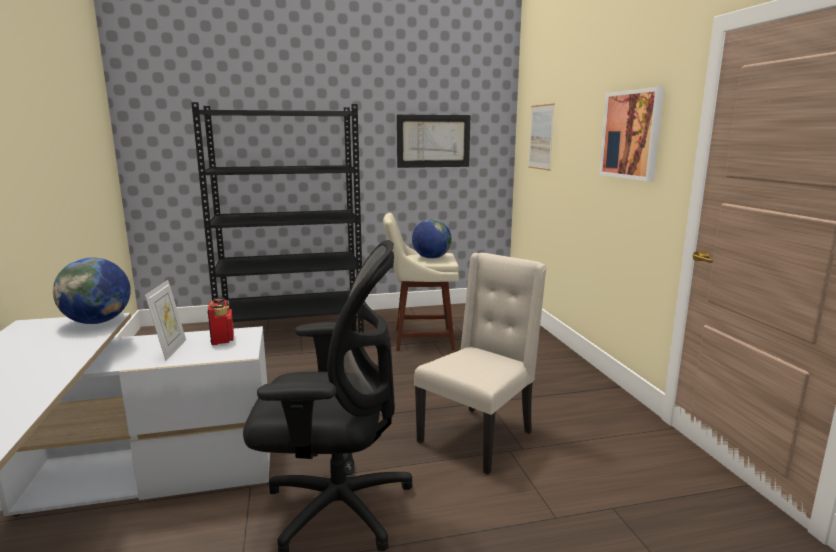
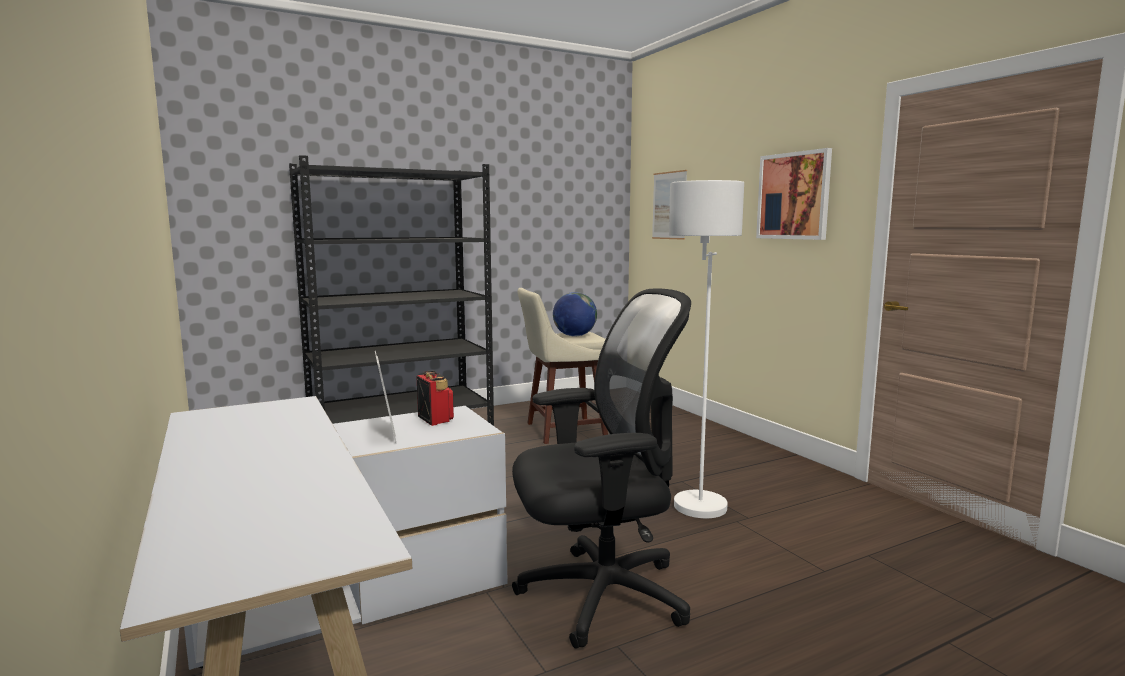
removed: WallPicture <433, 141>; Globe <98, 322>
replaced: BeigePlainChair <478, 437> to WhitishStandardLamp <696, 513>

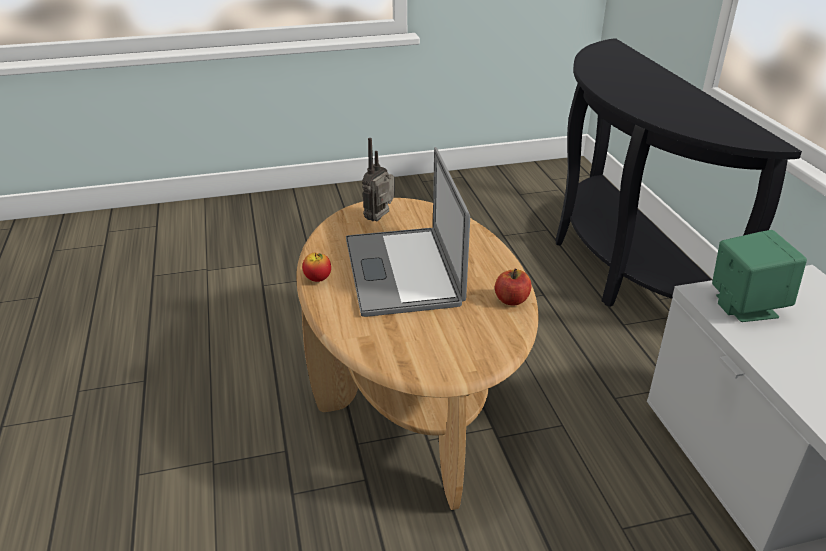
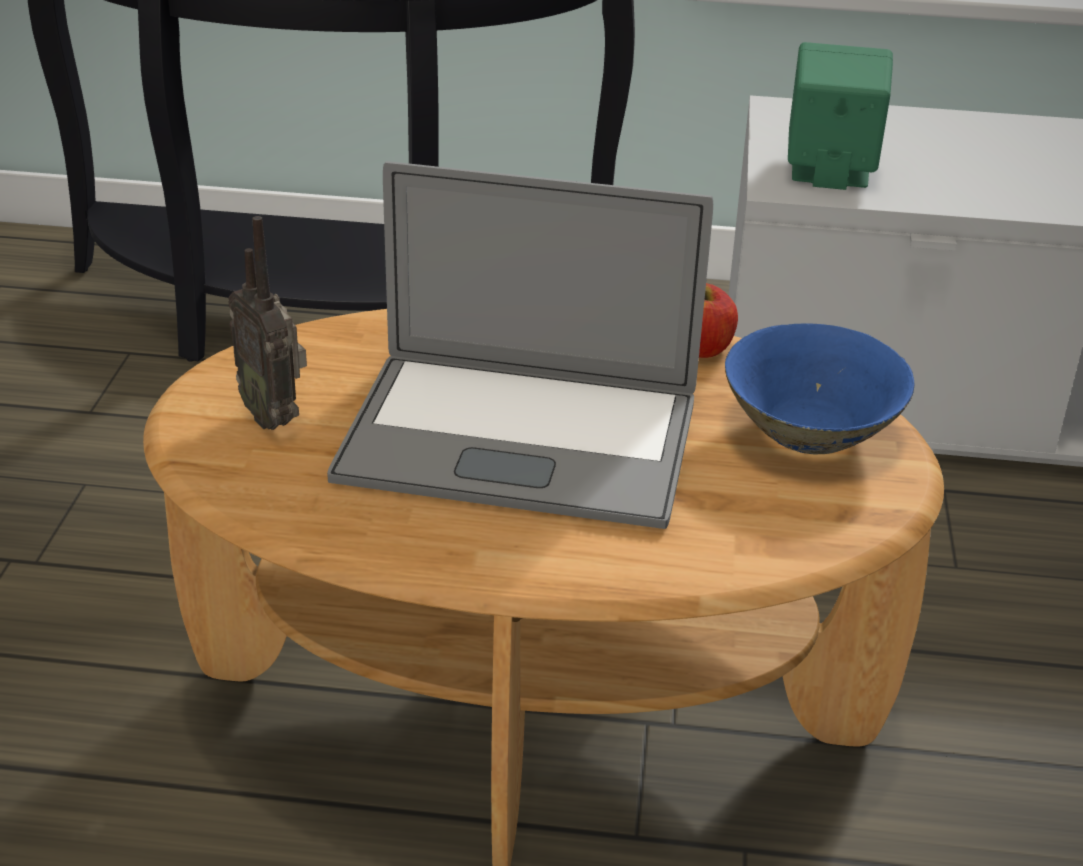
removed: Apple <318, 279>
added: BlueColouredDeepDish <809, 433>

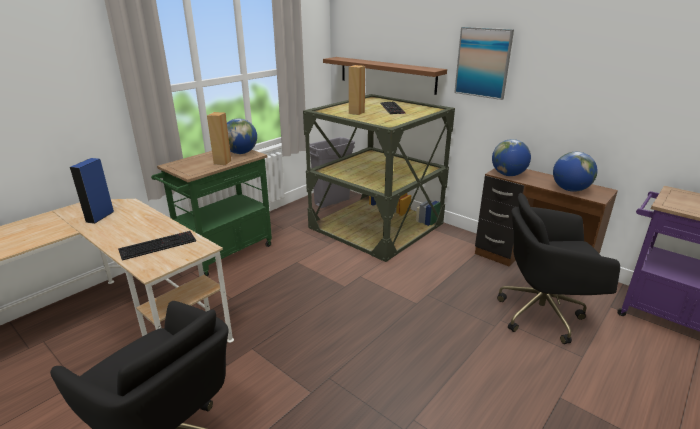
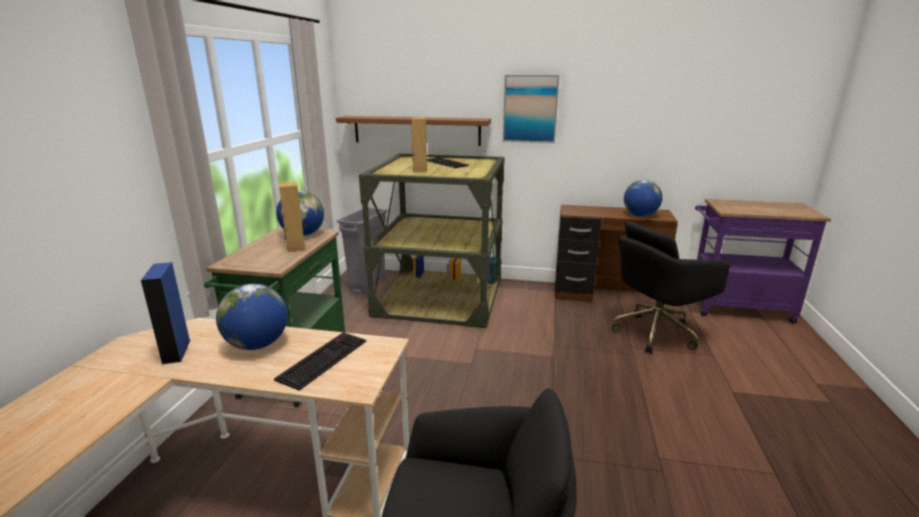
moved: Globe <508, 175> to <257, 345>

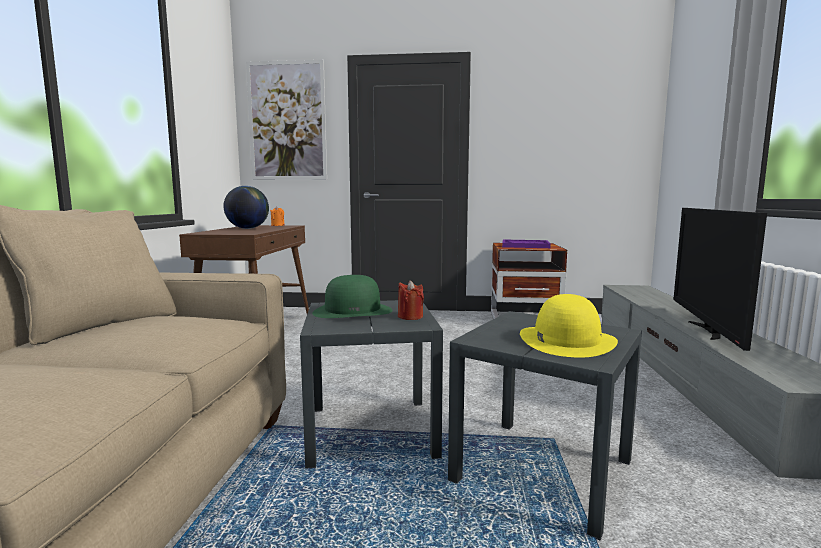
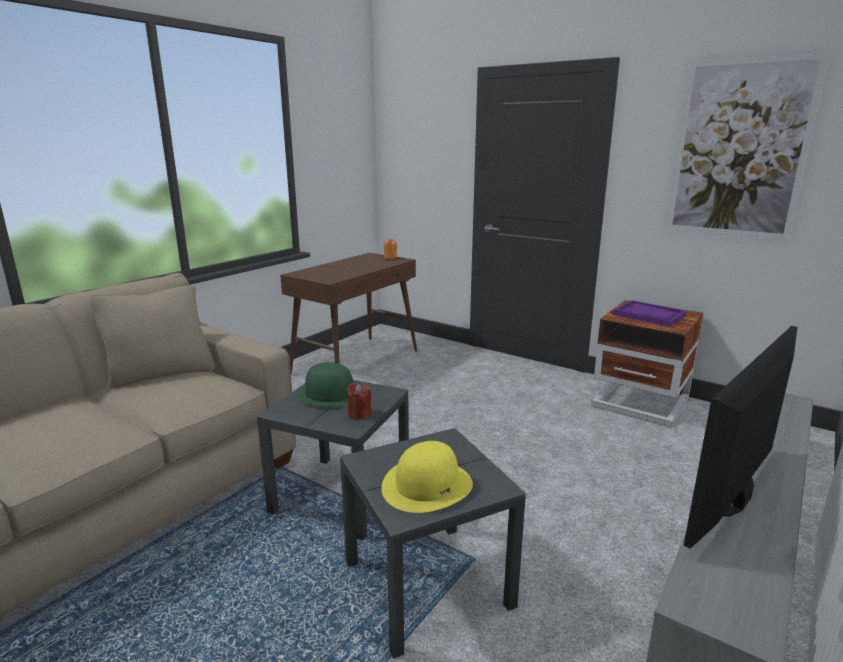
removed: Globe <247, 228>
moved: WallPicture <287, 121> to <739, 150>

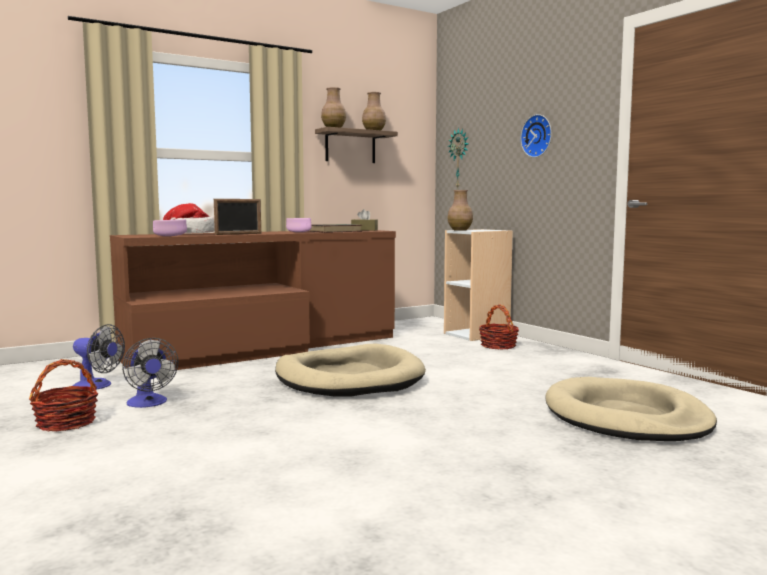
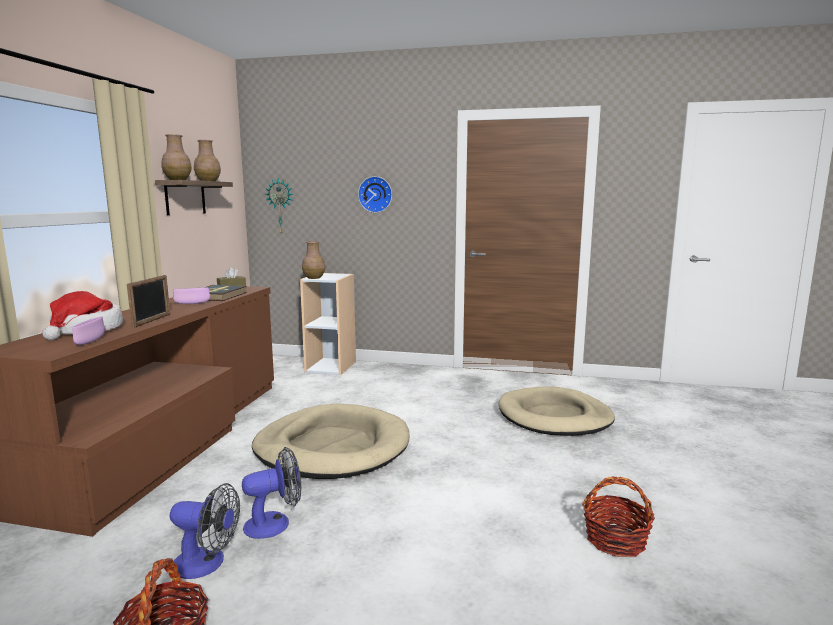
moved: StorageBasket <498, 346> to <615, 540>; CoolingFan <97, 386> to <275, 523>

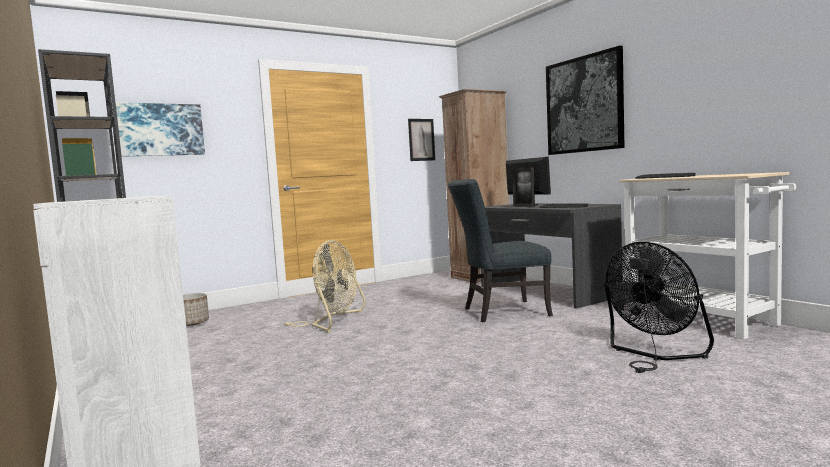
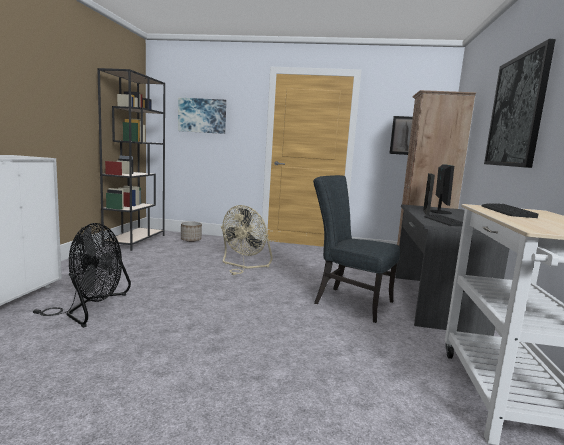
moved: BlackCoolingFan <648, 352> to <89, 309>
turned: BeigeCoolingFan <330, 322> = <241, 264> 120 degrees counterclockwise

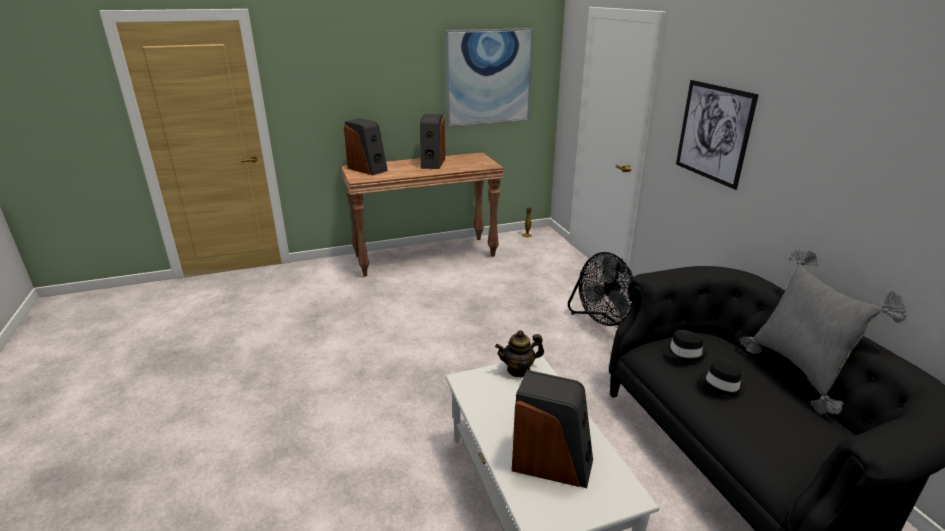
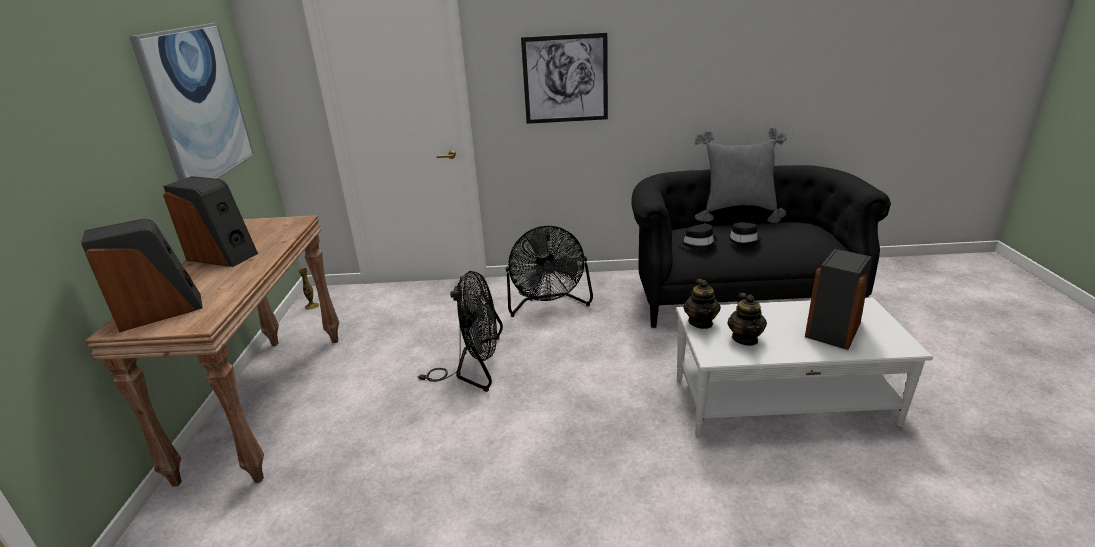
added: BlackCoolingFan <473, 365>; TeaPot <745, 339>

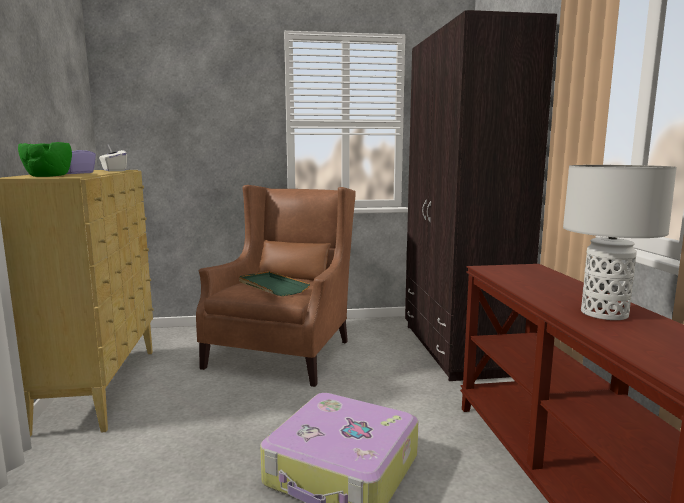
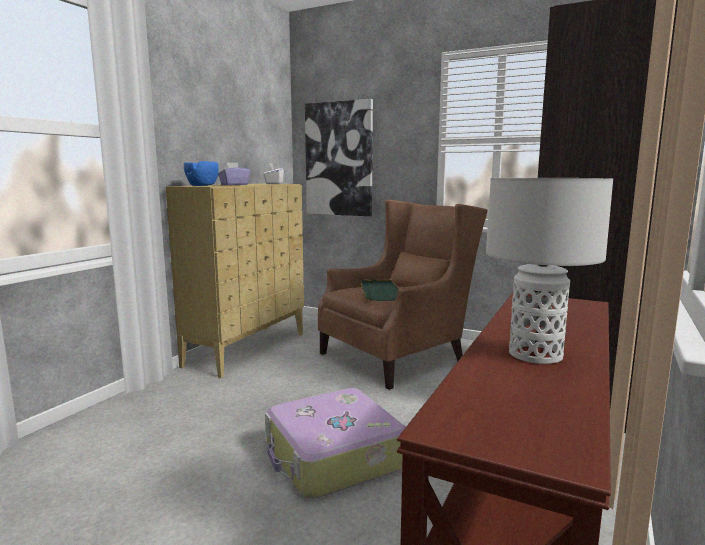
added: WallPicture <339, 159>
recoloured: GreenDeepDish <49, 176> to BlueColouredDeepDish <202, 185>

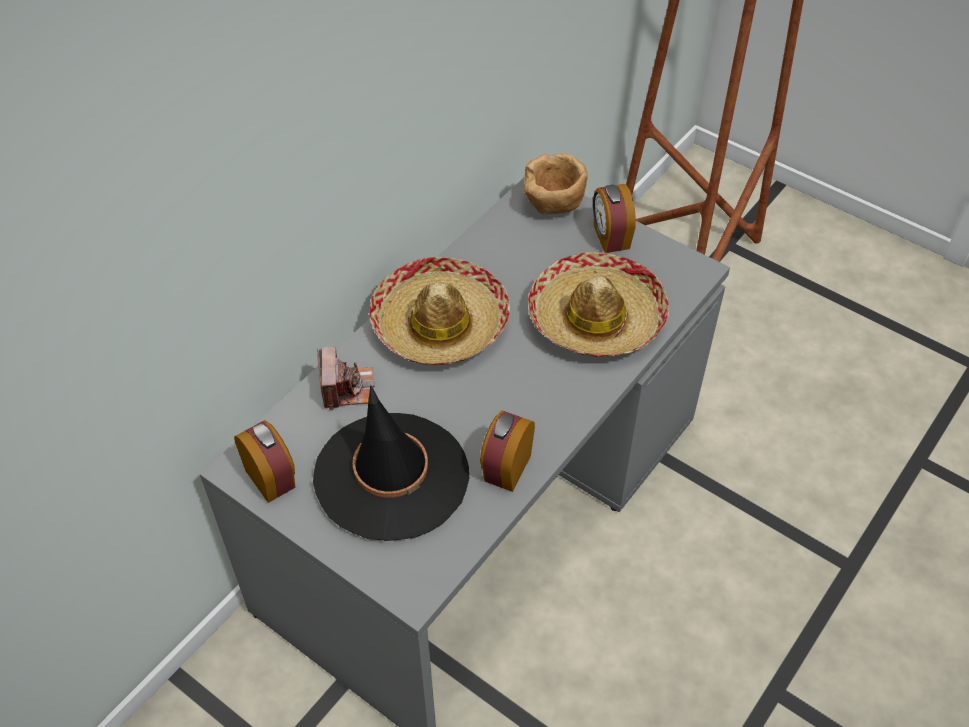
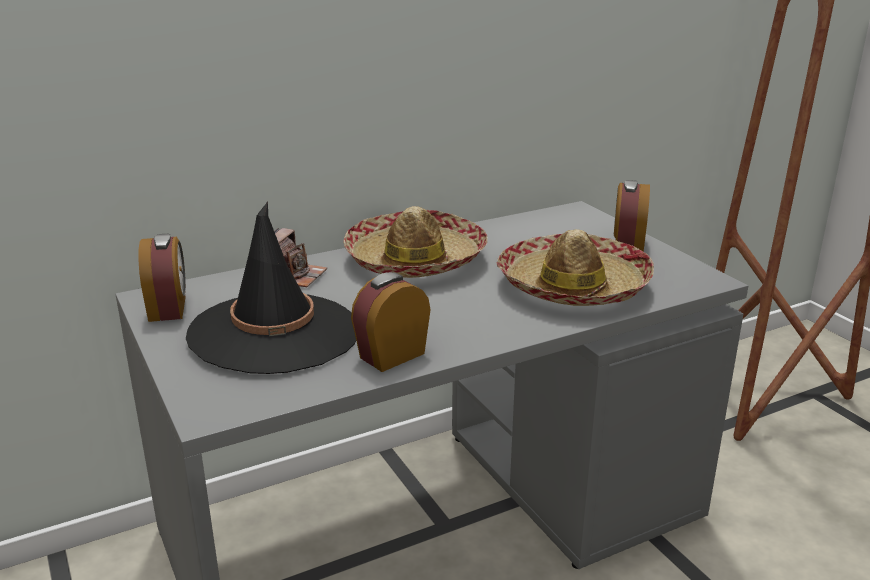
removed: BrownDeepDish <553, 207>

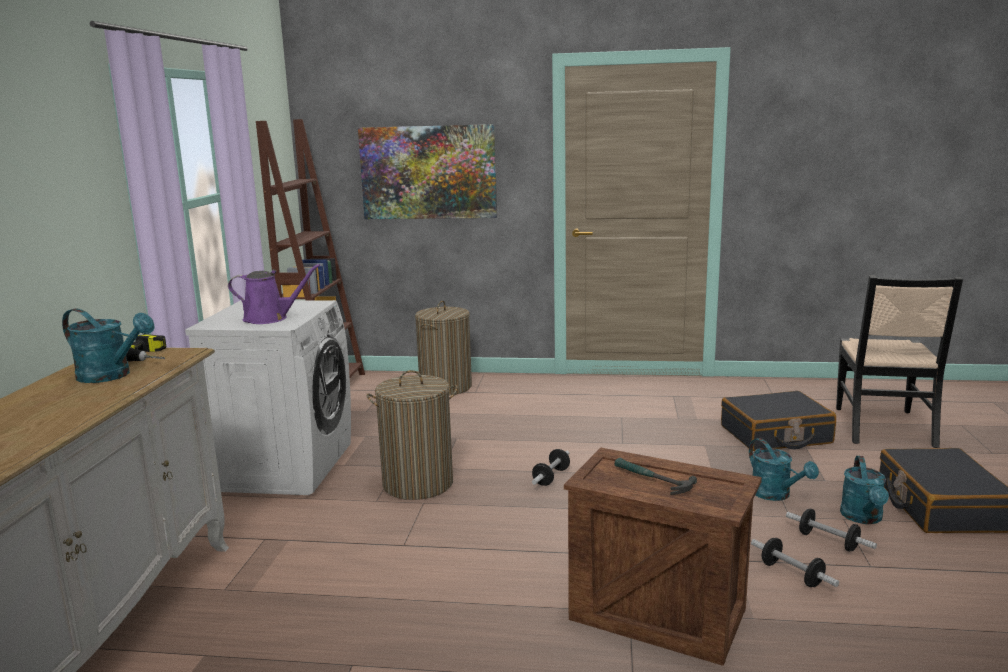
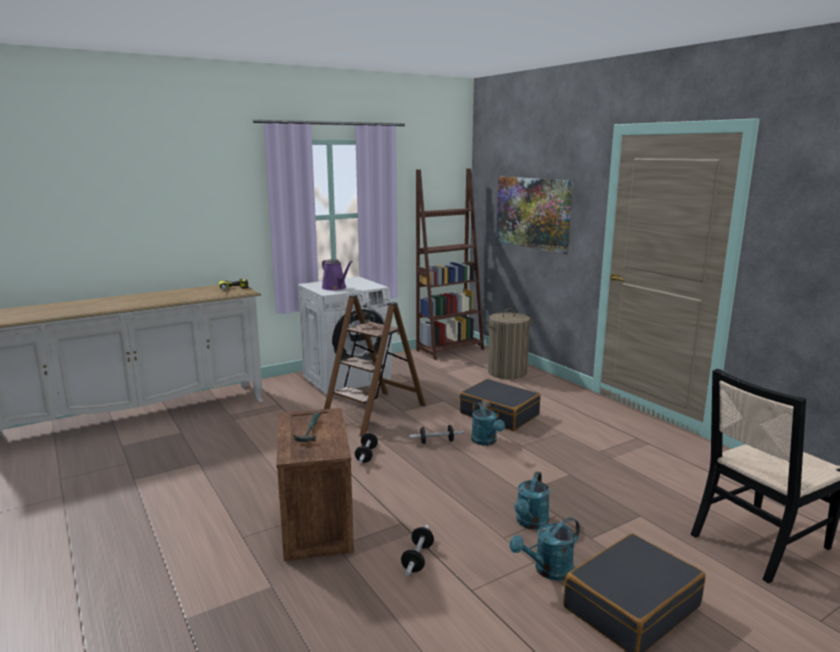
moved: TurquoiseColouredWateringPot <111, 376> to <486, 442>; BlackTravelCase <775, 435> to <499, 414>; HandWeight <828, 541> to <366, 455>
replaced: WashingBasket <418, 483> to BrownStepladder <376, 412>

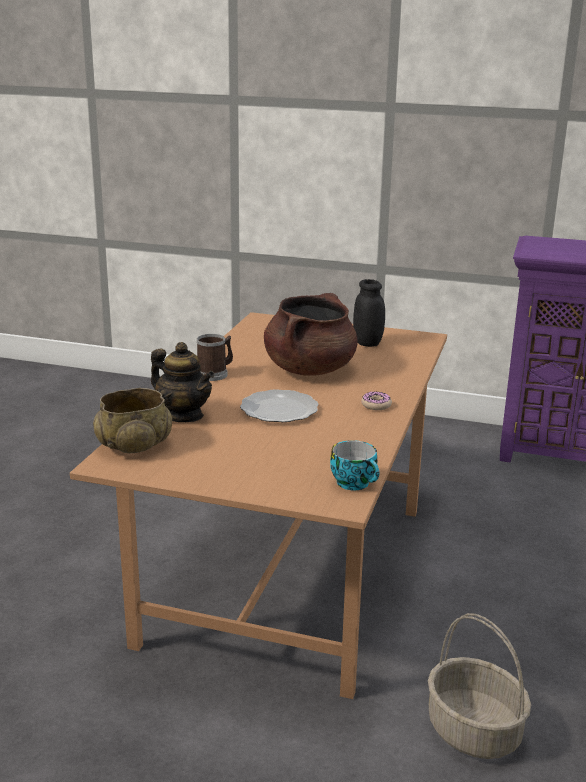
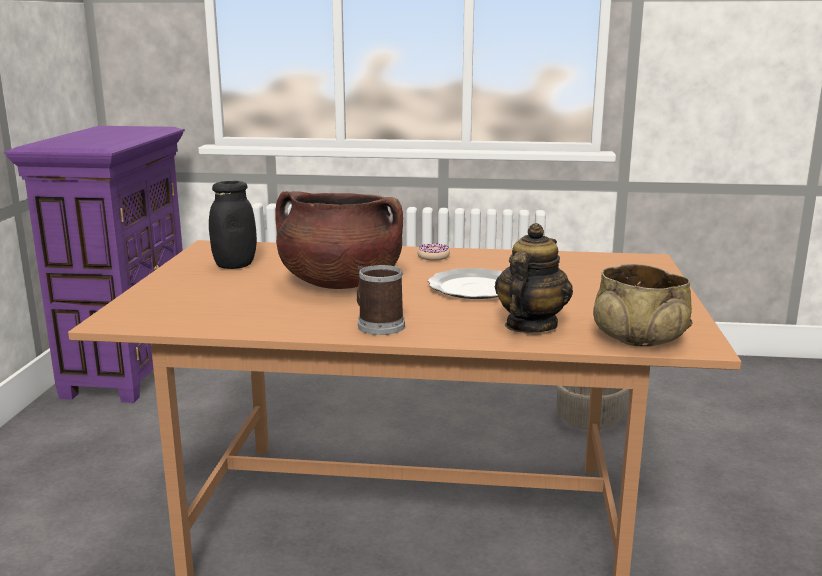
removed: DrinkingCup <355, 483>

